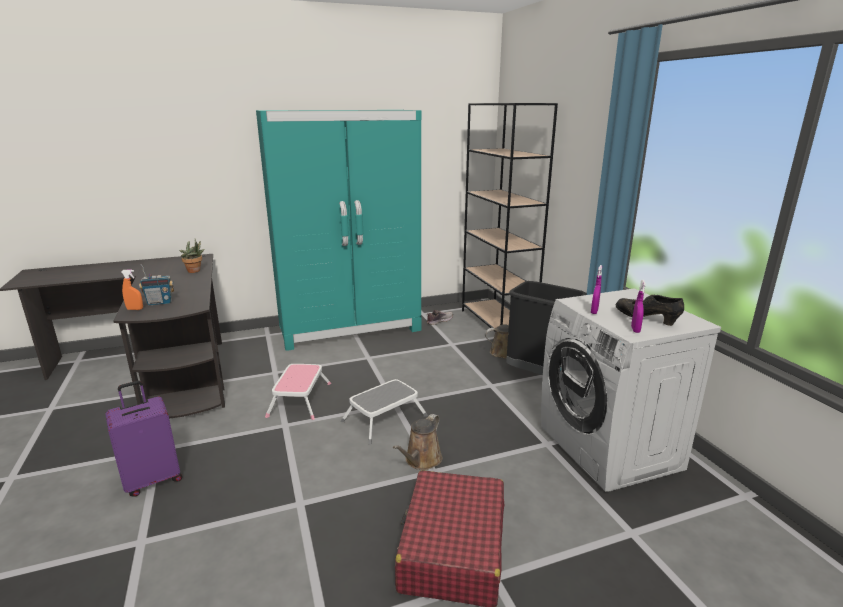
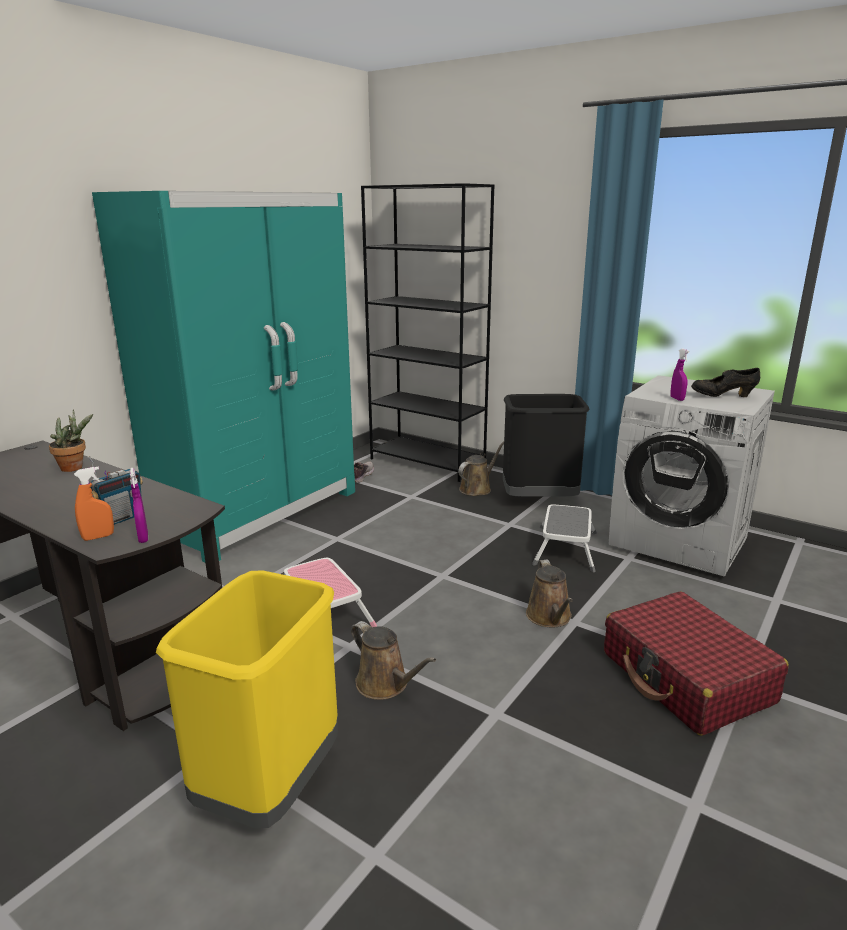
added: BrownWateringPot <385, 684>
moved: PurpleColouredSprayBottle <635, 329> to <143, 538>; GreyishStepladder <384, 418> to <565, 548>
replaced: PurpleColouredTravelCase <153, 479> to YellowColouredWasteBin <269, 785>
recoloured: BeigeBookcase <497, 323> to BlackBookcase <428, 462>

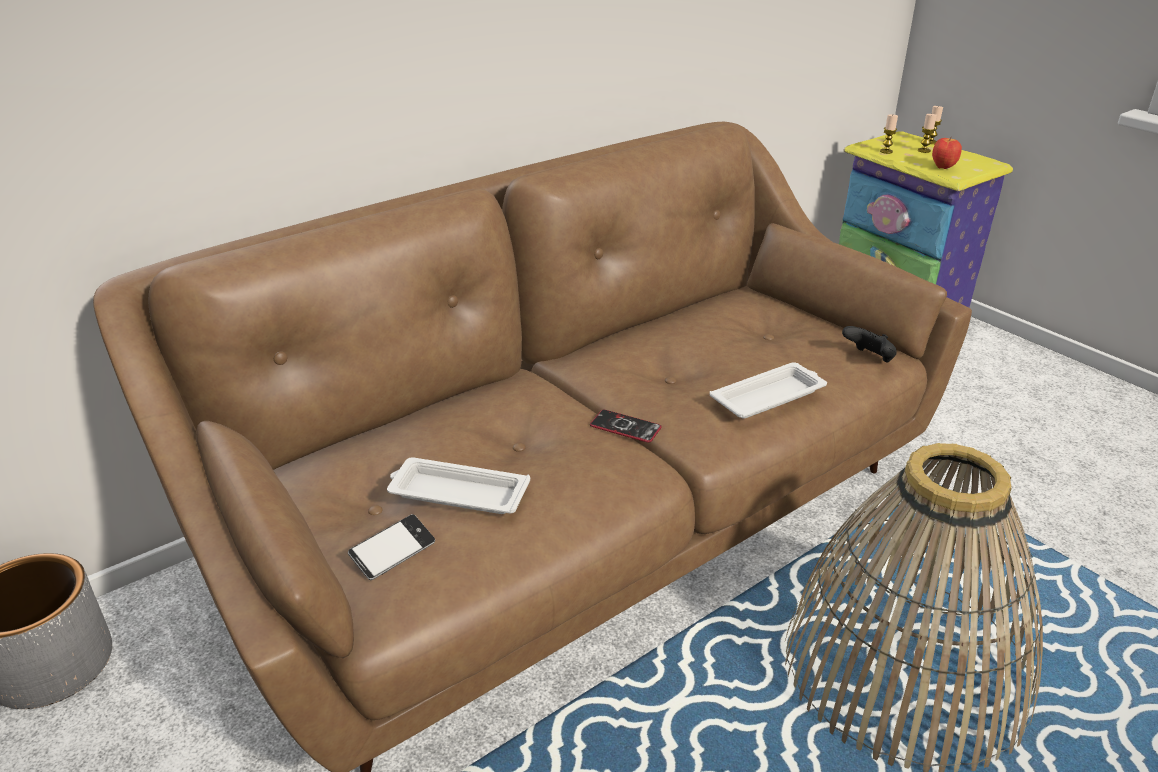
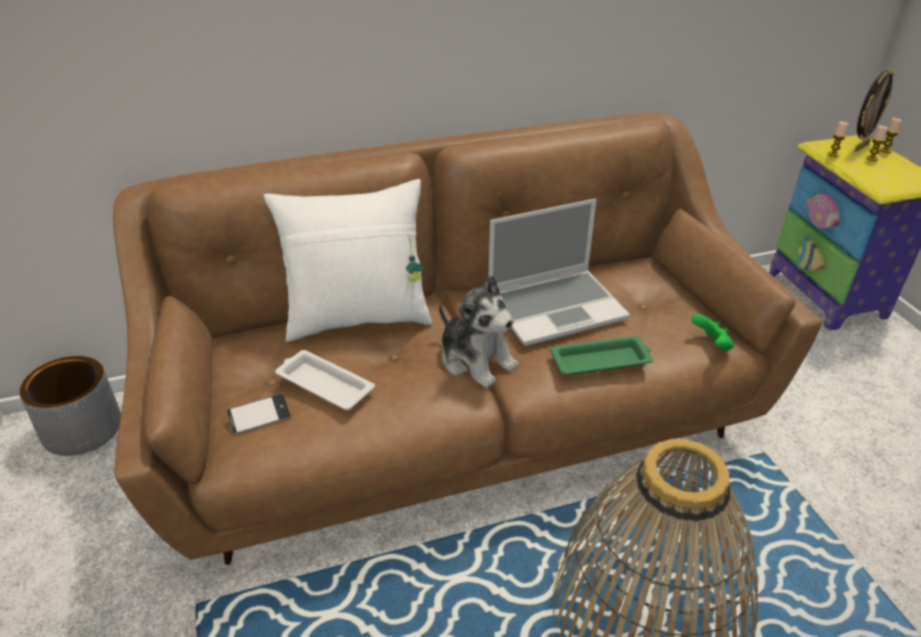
removed: Apple <942, 167>
added: StandingFrame <860, 147>; WhitishPillow <358, 320>; PortableComputer <556, 307>
replaced: Handset <625, 427> to PlushToy <476, 360>
recoloured: BlackGameController <869, 359> to GreenGameController <711, 345>; WhitishCarryingTray <769, 397> to GreenCarryingTray <602, 361>

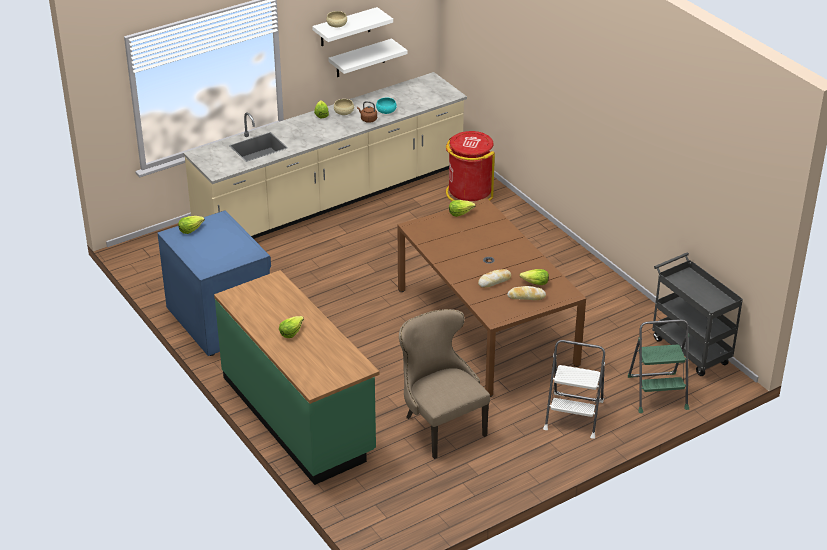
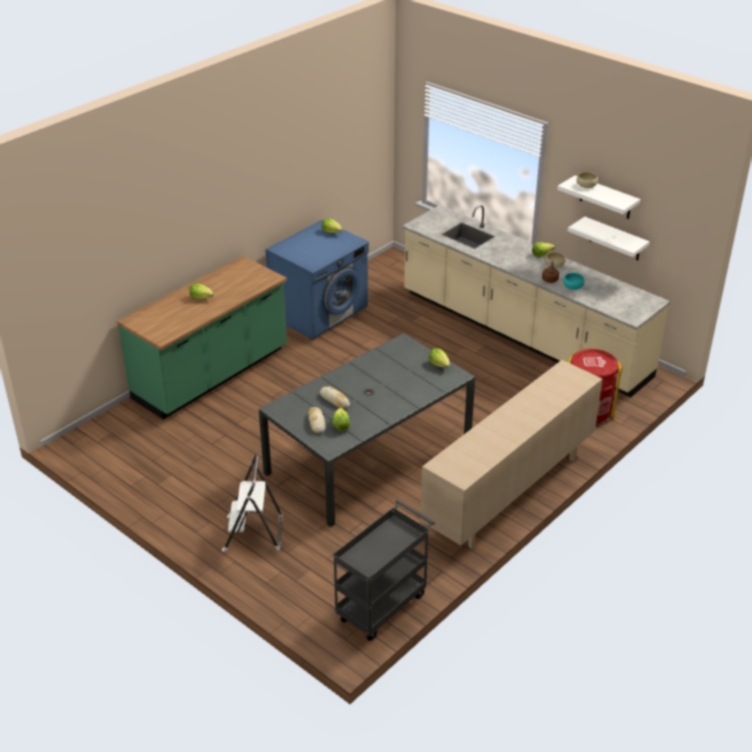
removed: BeigePlainChair <440, 426>; GreenStepladder <657, 390>
added: BeigeCupboard <510, 493>
recoloured: BrownKitchenTable <486, 326> to GreyishKitchenTable <369, 457>

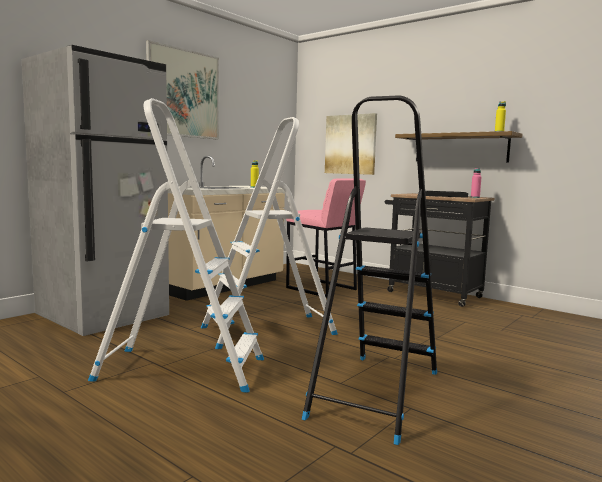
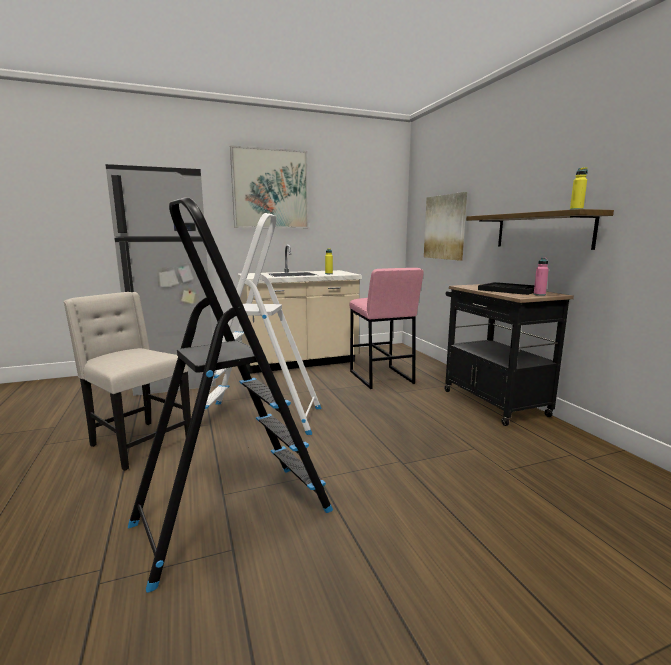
replaced: WhitishStepladder <182, 369> to BeigePlainChair <138, 443>

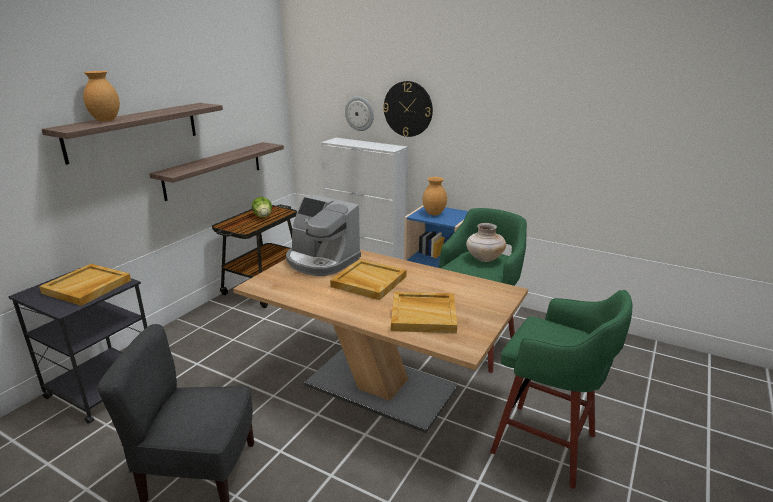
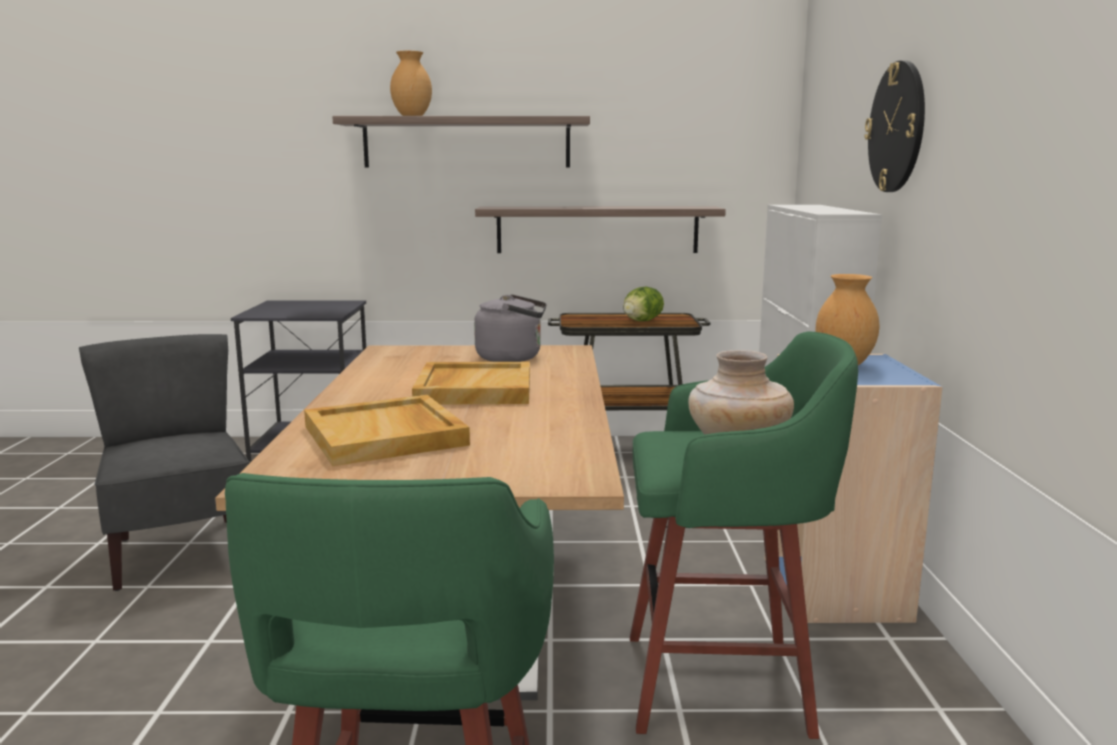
removed: WallClock <359, 113>; BeigeCarryingTray <87, 287>
replaced: CoffeeMaker <321, 261> to GreyishKettle <513, 358>

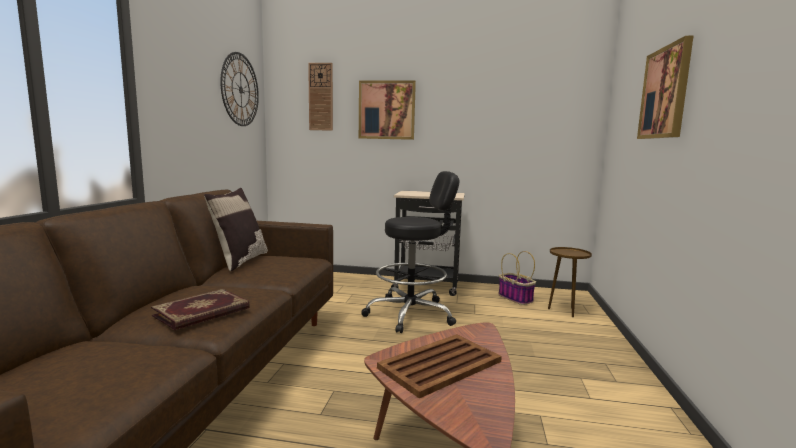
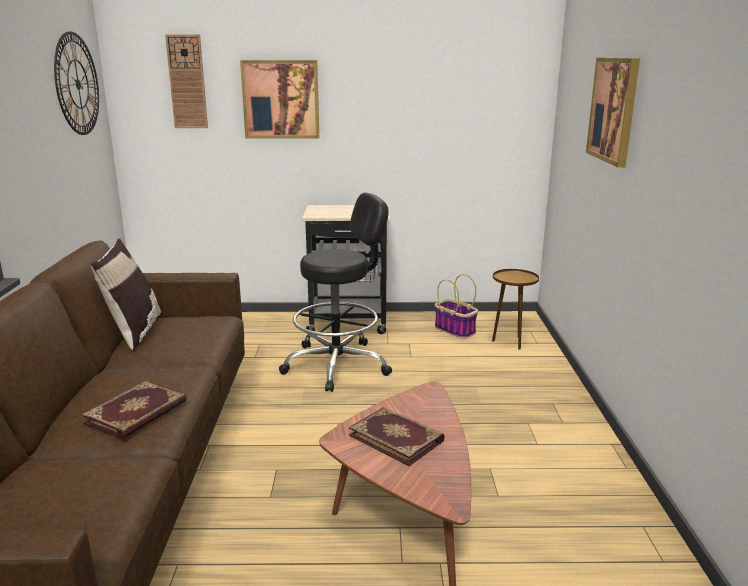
replaced: BrownCarryingTray <441, 364> to Volume <397, 438>

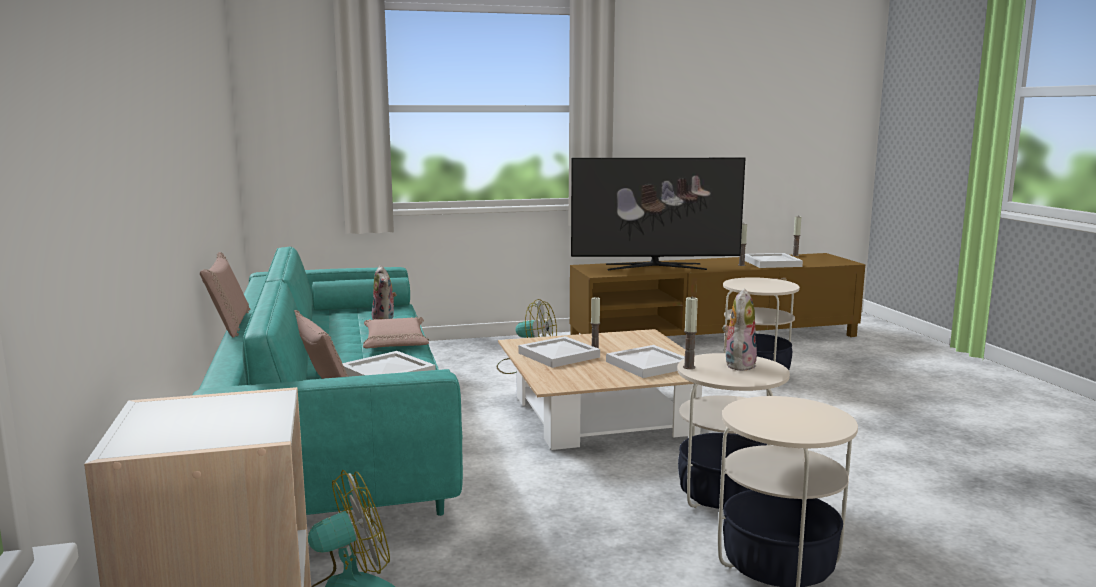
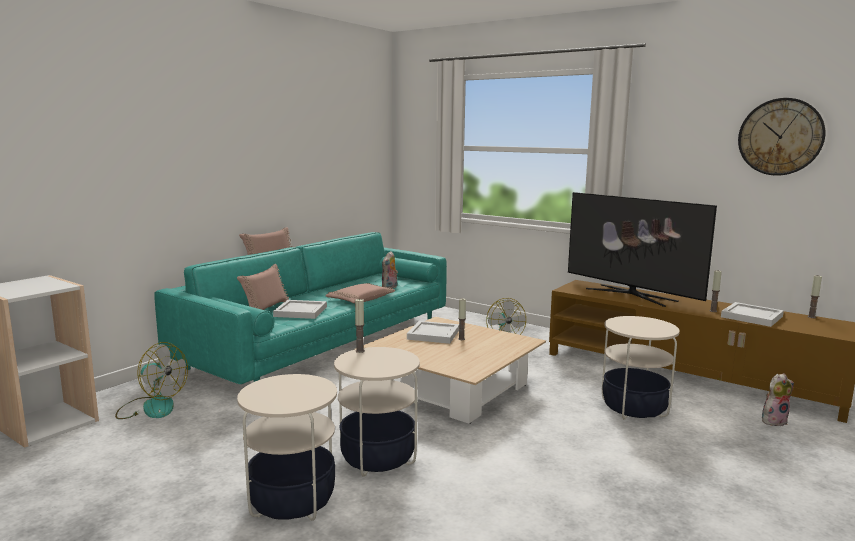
removed: WhitishCarryingTray <648, 364>
added: WallClock <780, 137>
moved: PlushToy <738, 364> to <773, 421>

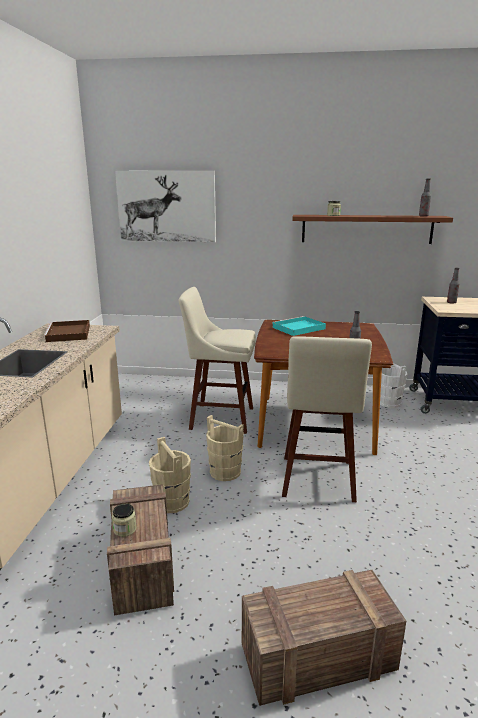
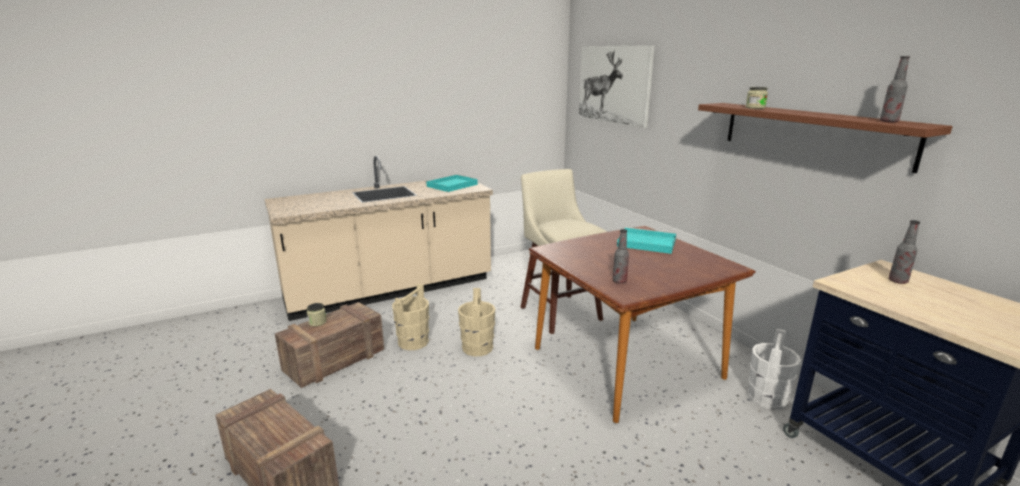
removed: BeigeStool <317, 480>
recoloured: BrownCarryingTray <68, 334> to TurquoiseColouredCarryingTray <451, 185>

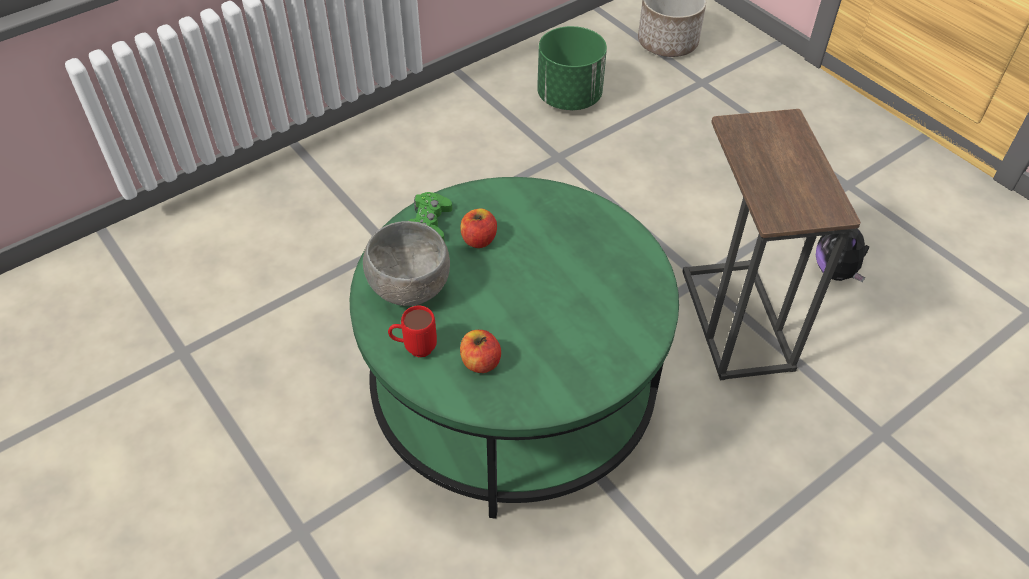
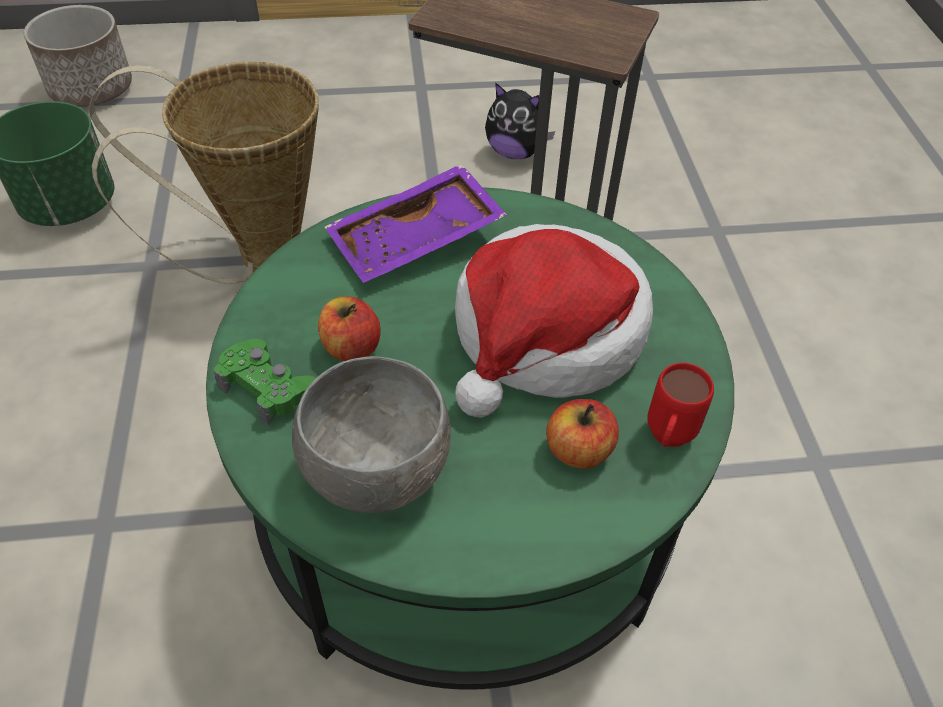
added: StorageBasket <256, 260>; PurpleColouredCarryingTray <417, 241>; WearableHat <545, 336>
moved: RedCoffeeMug <414, 348> to <666, 440>

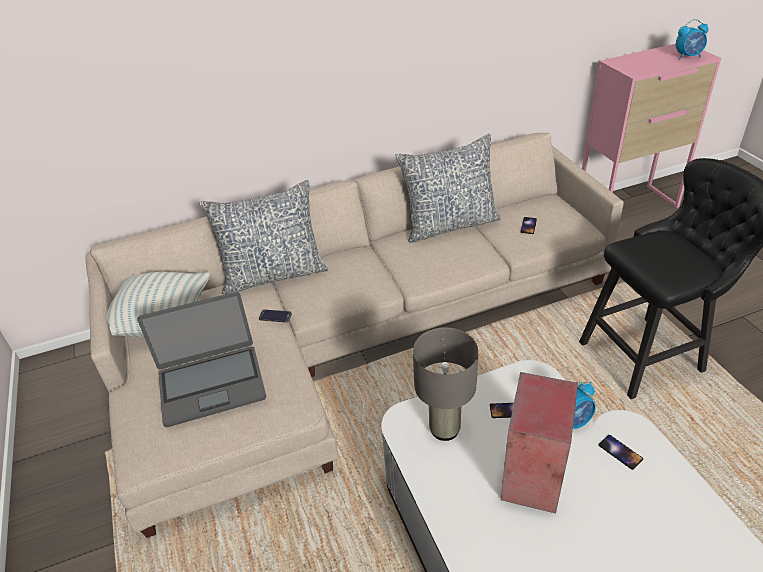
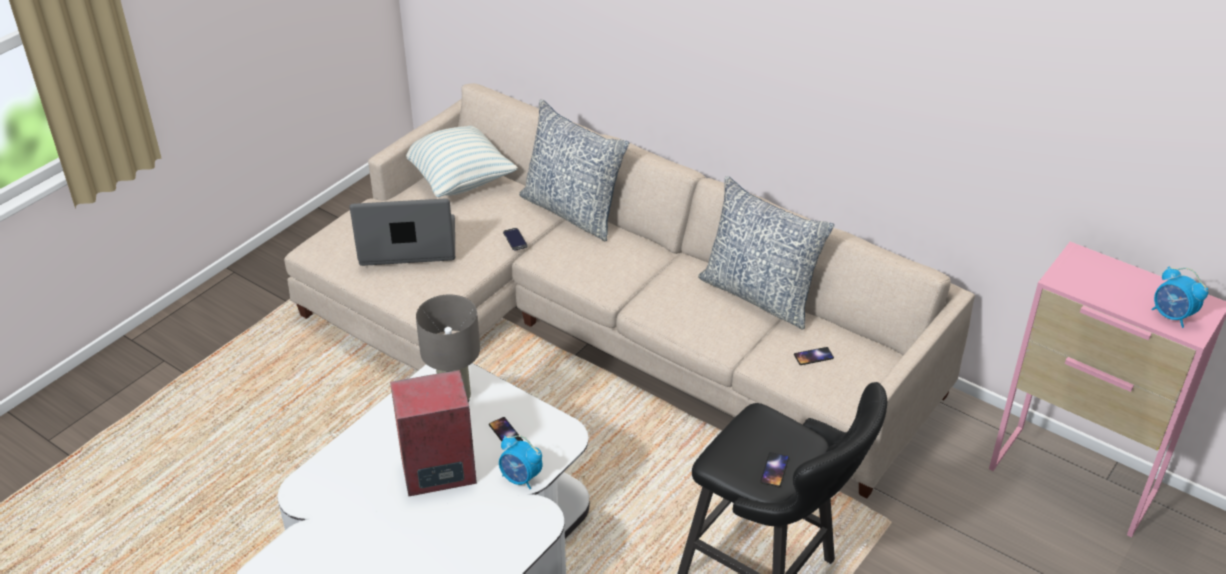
moved: Handset <620, 452> to <774, 470>
turned: PortableComputer <211, 385> = <408, 244> 135 degrees clockwise

